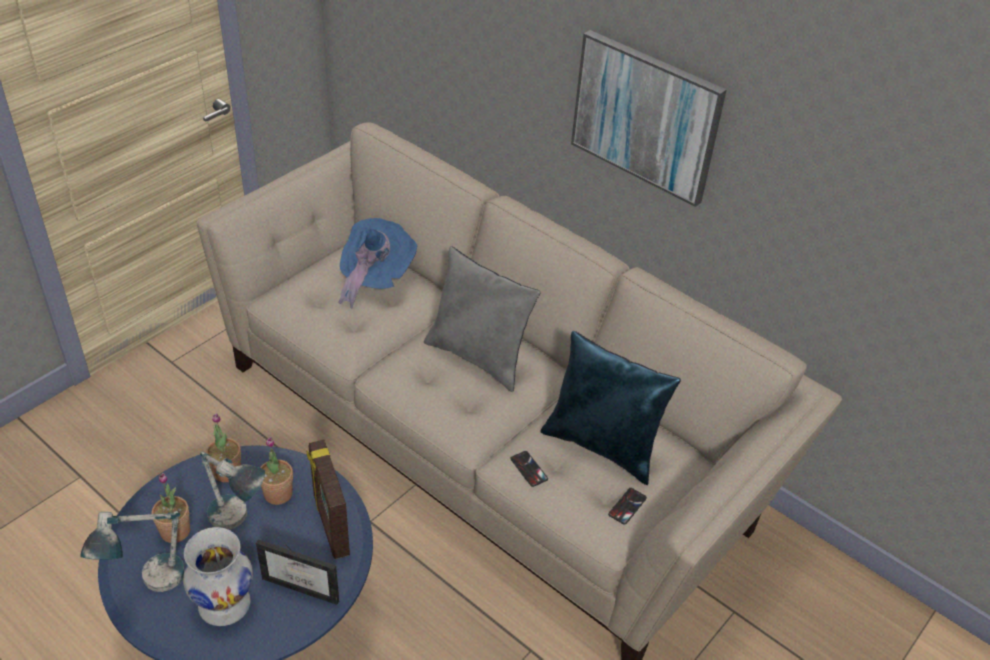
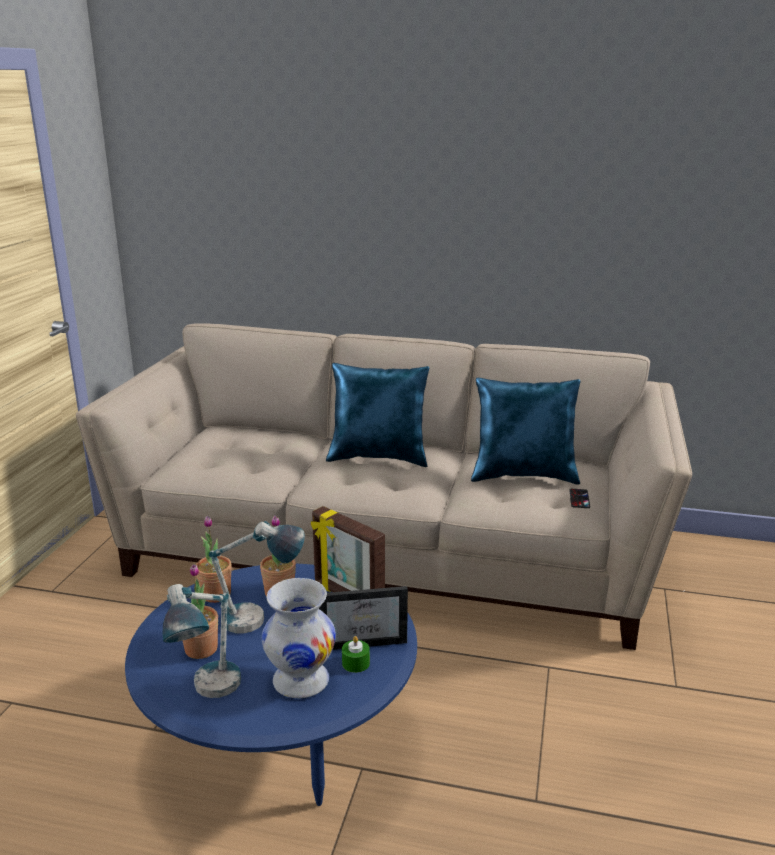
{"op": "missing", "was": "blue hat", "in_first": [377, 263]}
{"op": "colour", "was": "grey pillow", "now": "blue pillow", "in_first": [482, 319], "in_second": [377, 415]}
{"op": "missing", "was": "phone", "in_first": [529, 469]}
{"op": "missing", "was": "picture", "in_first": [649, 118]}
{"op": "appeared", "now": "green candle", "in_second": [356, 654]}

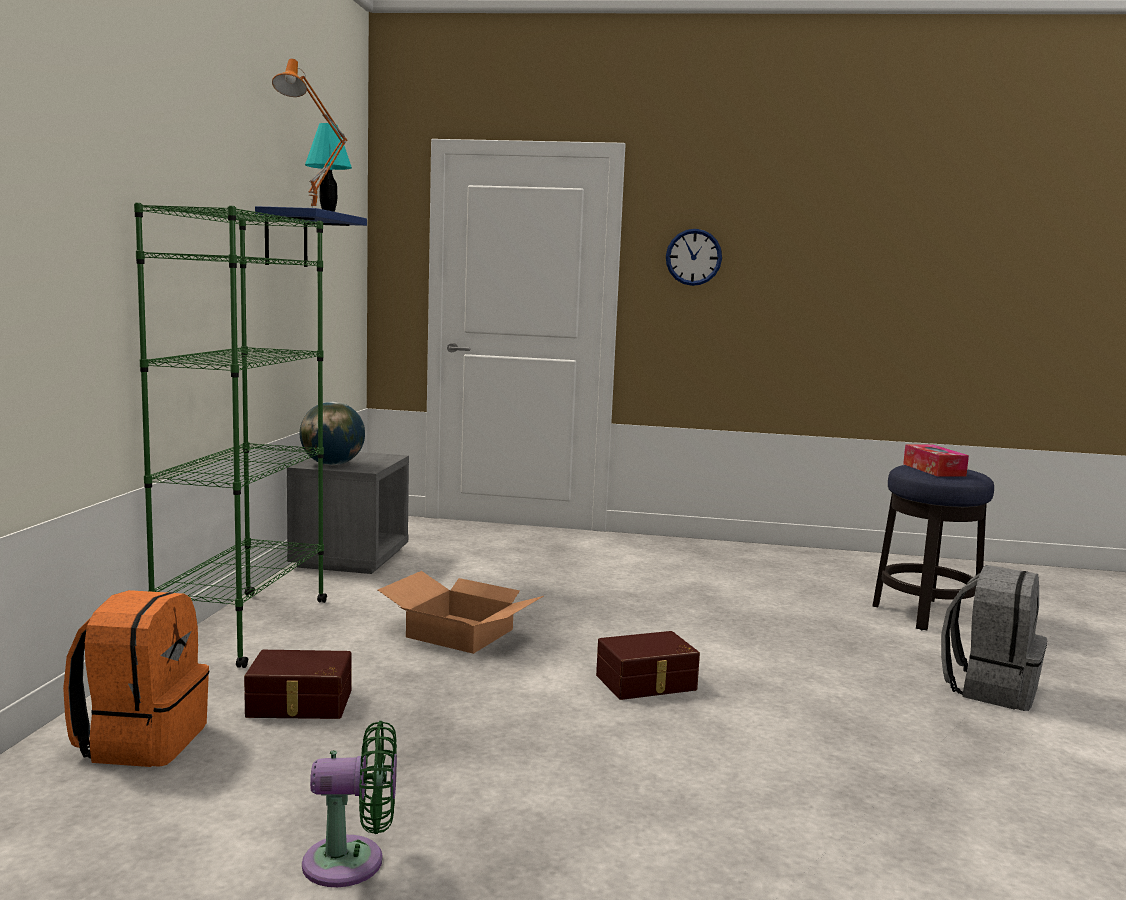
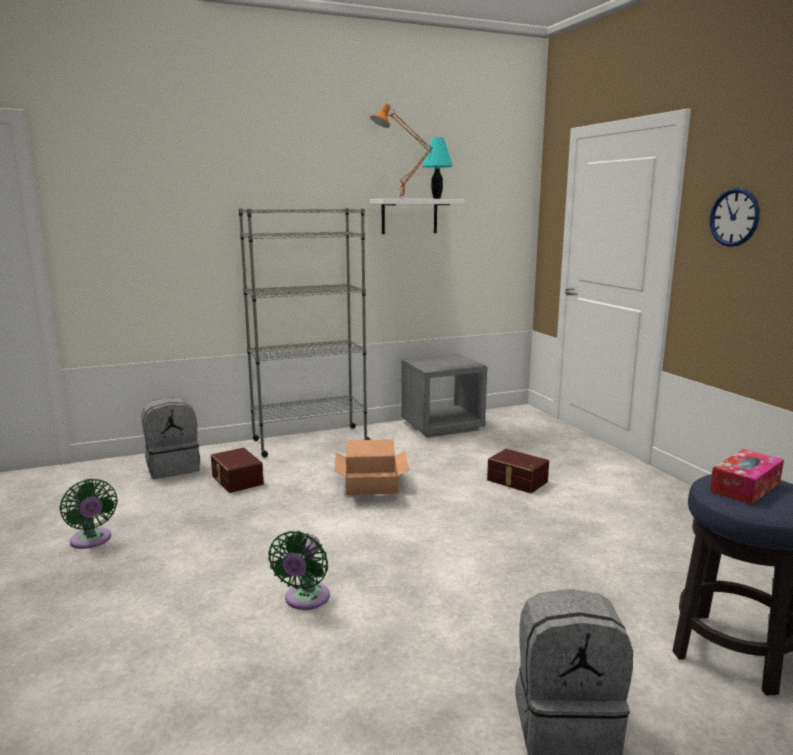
{"op": "colour", "was": "orange backpack", "now": "grey backpack", "in_first": [136, 678], "in_second": [170, 438]}
{"op": "colour", "was": "green bookcase", "now": "grey bookcase", "in_first": [230, 435], "in_second": [304, 332]}
{"op": "colour", "was": "blue shelf", "now": "white shelf", "in_first": [311, 236], "in_second": [417, 216]}
{"op": "missing", "was": "globe", "in_first": [332, 433]}
{"op": "relocated", "was": "brown storage box", "in_first": [648, 665], "in_second": [518, 471]}
{"op": "appeared", "now": "green fan", "in_second": [299, 570]}

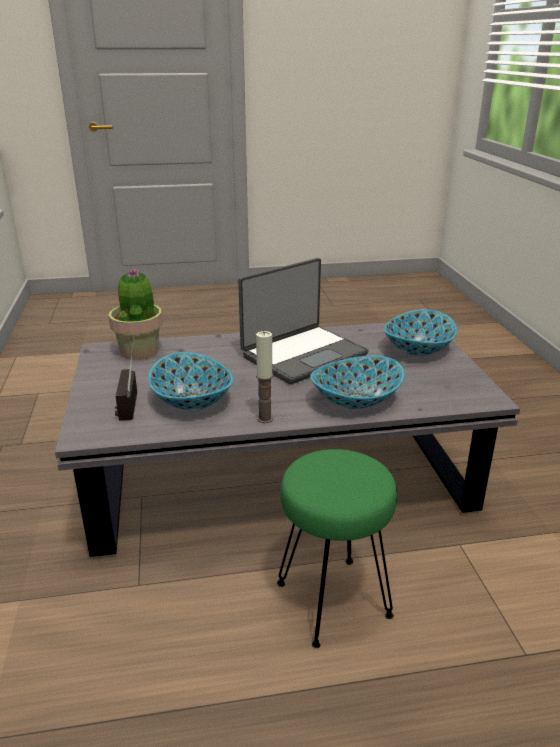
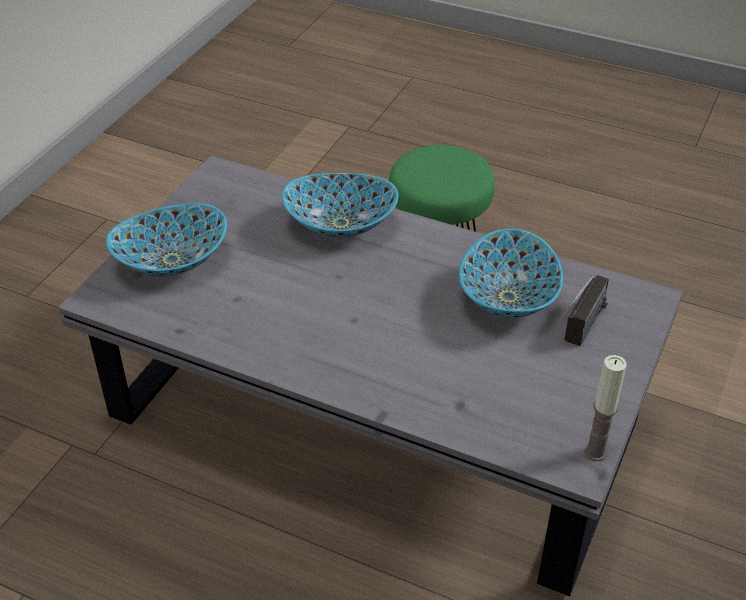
{"op": "missing", "was": "potted plant", "in_first": [136, 314]}
{"op": "missing", "was": "laptop", "in_first": [303, 321]}
{"op": "relocated", "was": "candle", "in_first": [264, 377], "in_second": [605, 408]}

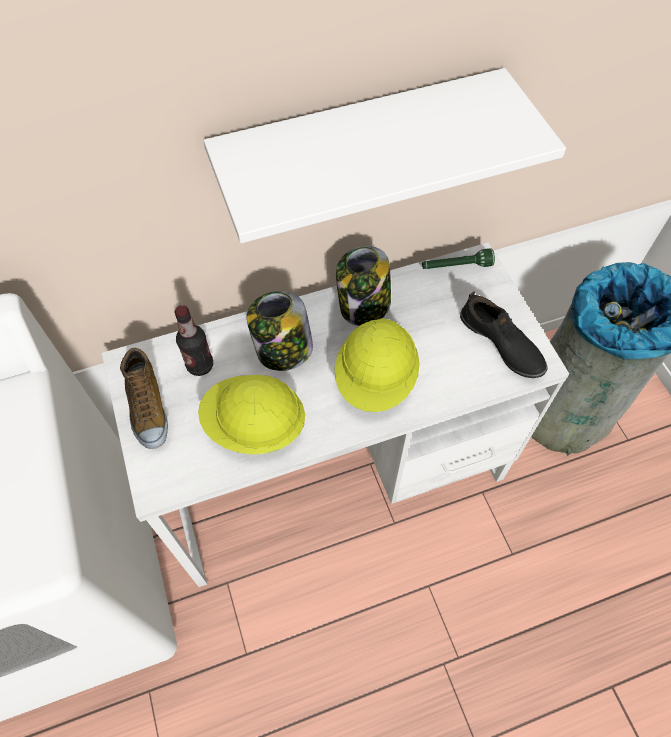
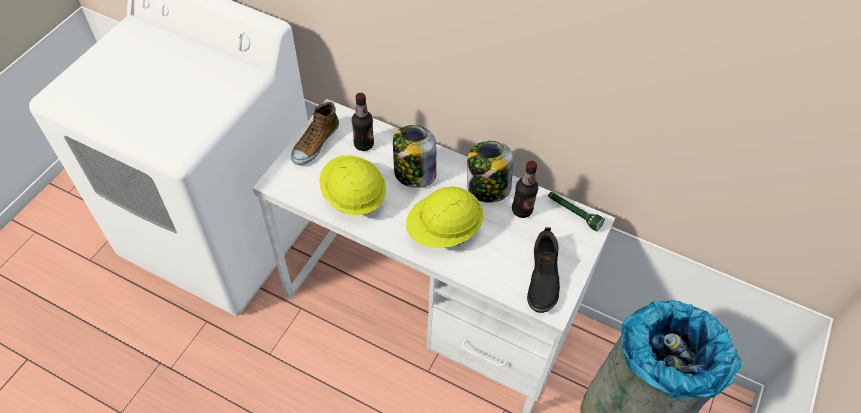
{"op": "missing", "was": "white shelf", "in_first": [385, 155]}
{"op": "appeared", "now": "bottle", "in_second": [525, 189]}

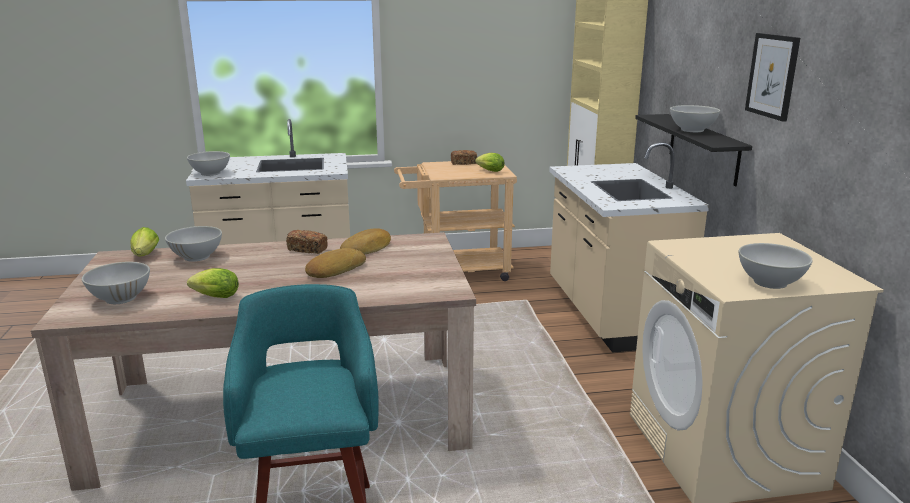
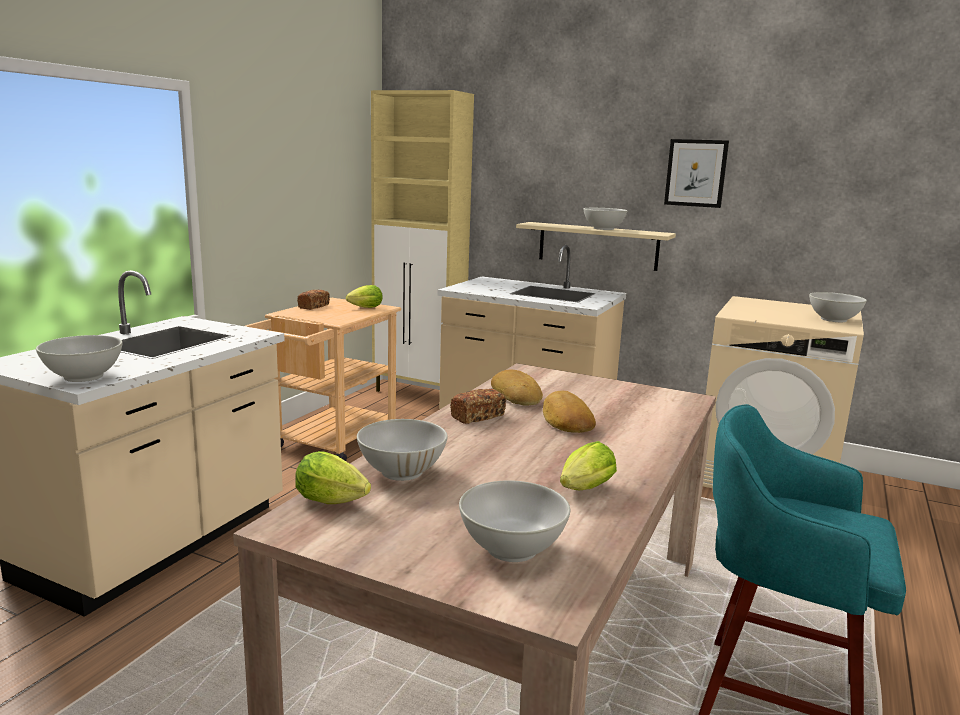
{"op": "colour", "was": "black shelf", "now": "beige shelf", "in_first": [693, 150], "in_second": [596, 246]}

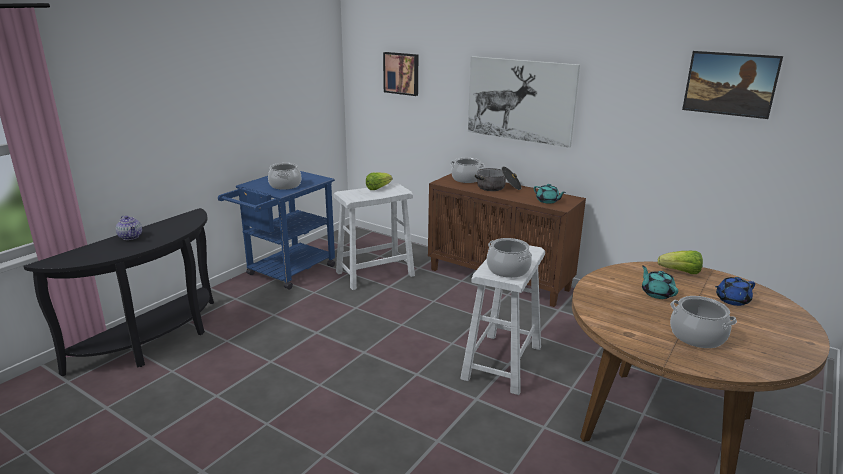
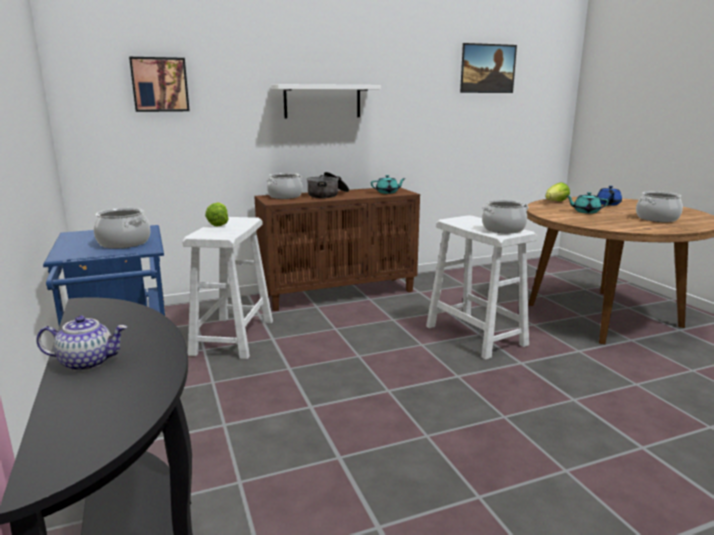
{"op": "exchanged", "was": "picture", "now": "white shelf", "in_first": [524, 102], "in_second": [326, 101]}

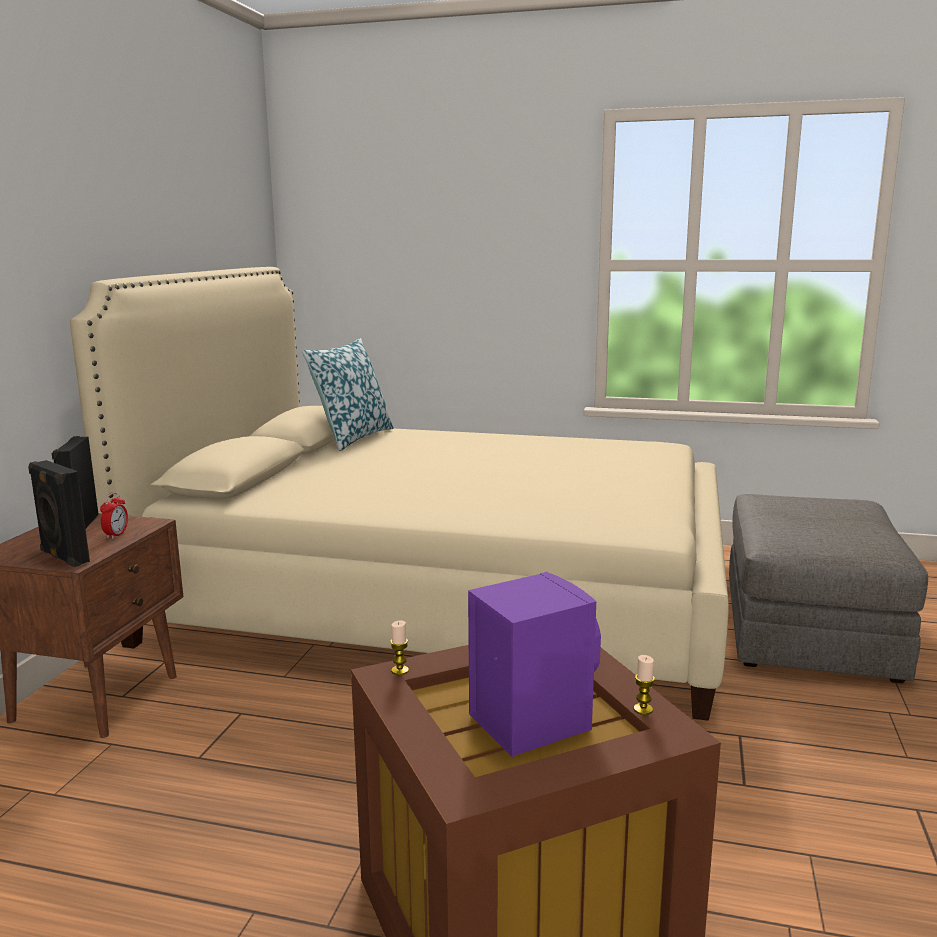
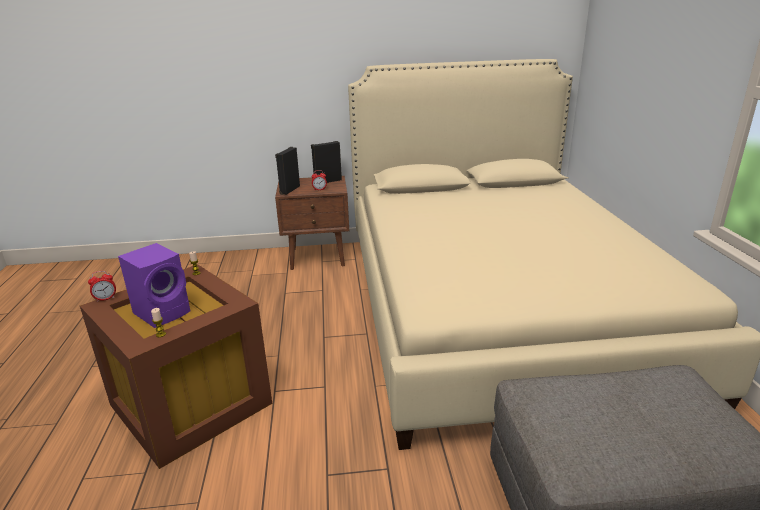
{"op": "missing", "was": "pillow", "in_first": [348, 394]}
{"op": "appeared", "now": "alarm clock", "in_second": [102, 286]}

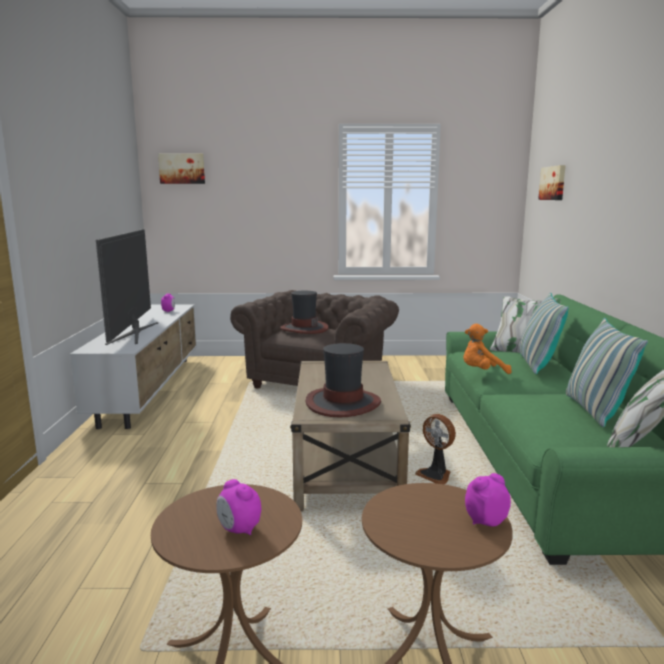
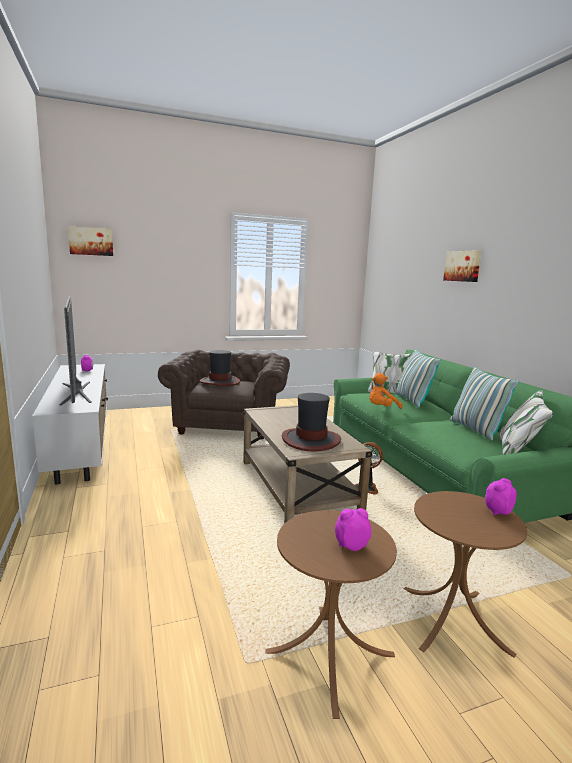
{"op": "spun", "was": "alarm clock", "in_first": [238, 507], "in_second": [353, 529], "clockwise": 150}
{"op": "relocated", "was": "picture", "in_first": [552, 182], "in_second": [462, 266]}

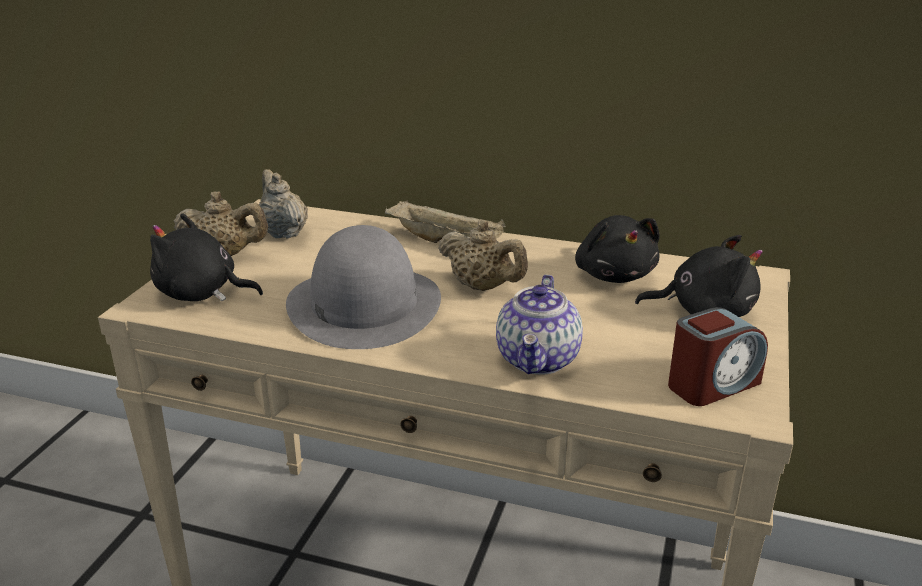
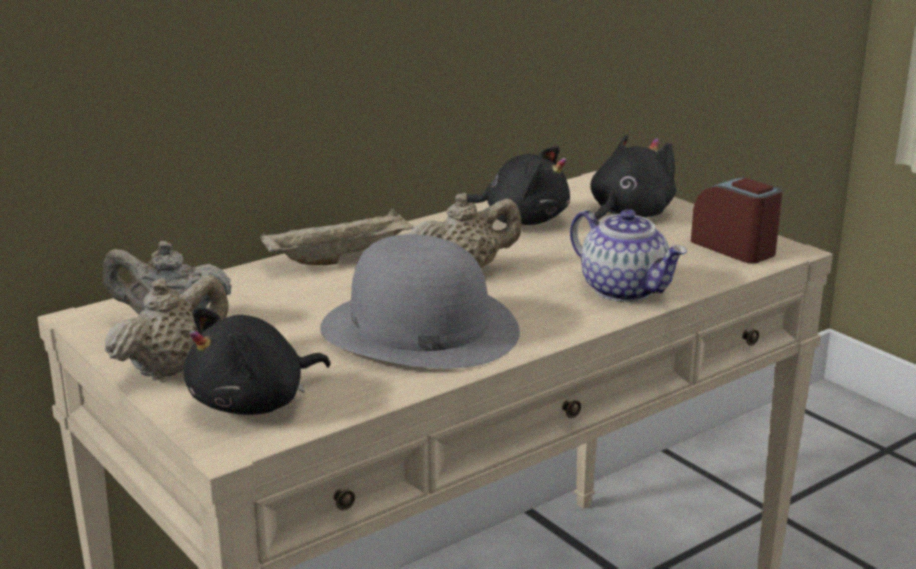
{"op": "spun", "was": "alarm clock", "in_first": [718, 356], "in_second": [737, 220], "clockwise": -45}

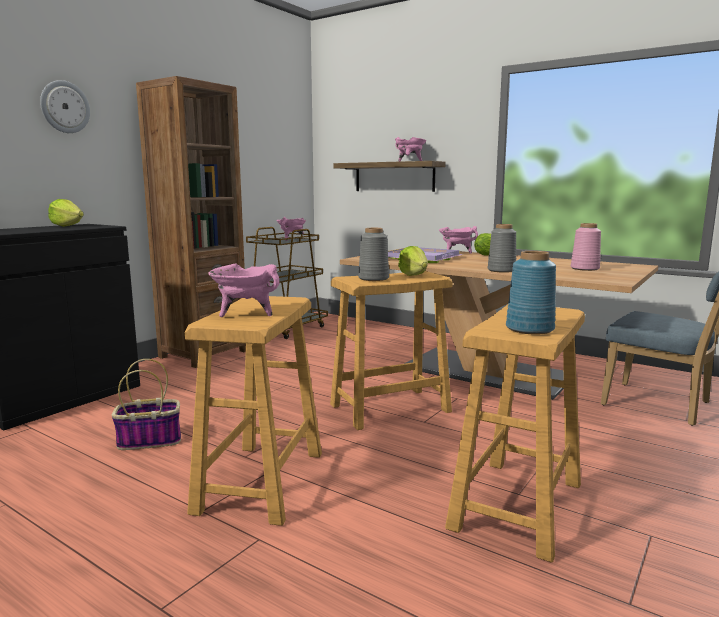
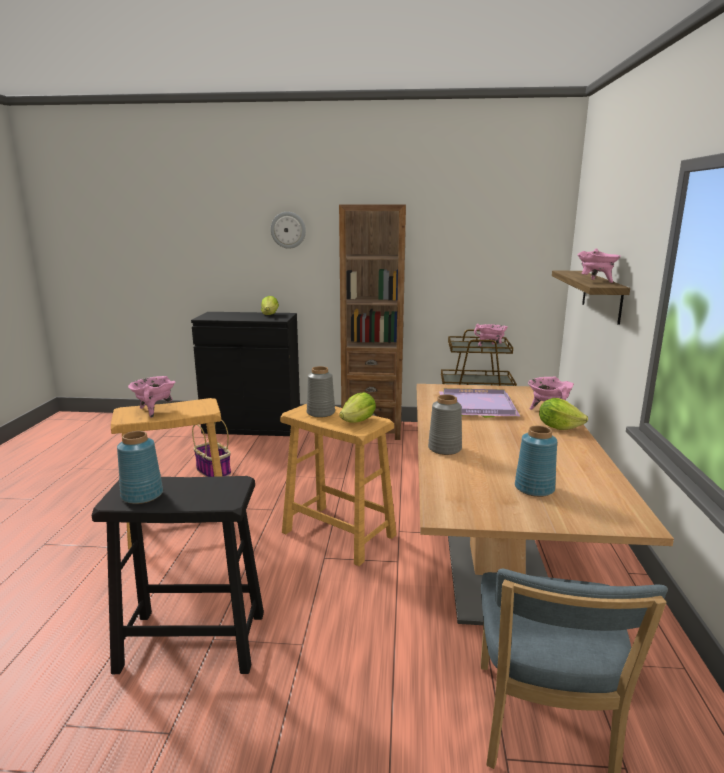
{"op": "colour", "was": "beige stool", "now": "black stool", "in_first": [515, 434], "in_second": [178, 575]}
{"op": "colour", "was": "pink vase", "now": "blue vase", "in_first": [586, 247], "in_second": [536, 461]}

